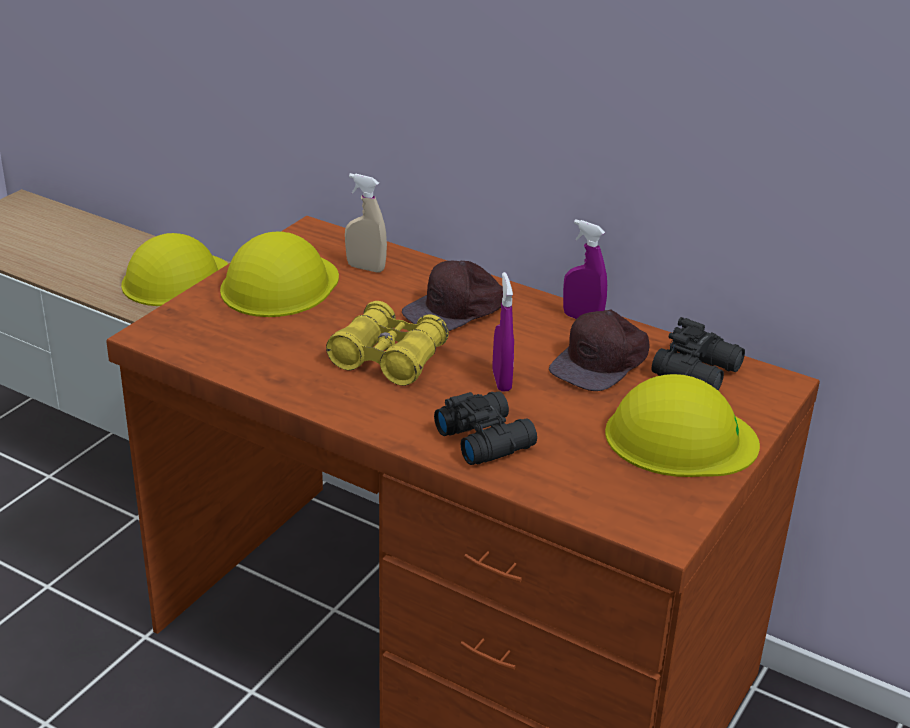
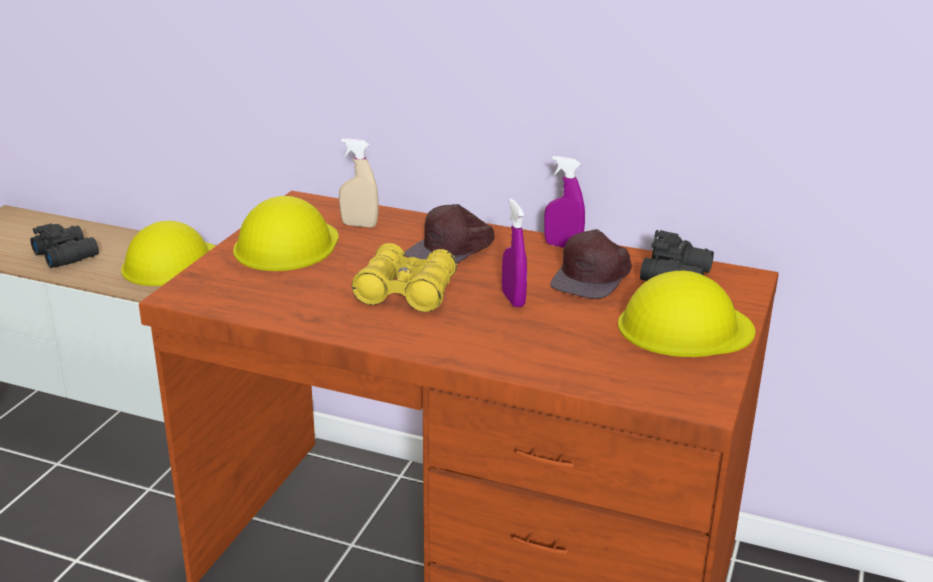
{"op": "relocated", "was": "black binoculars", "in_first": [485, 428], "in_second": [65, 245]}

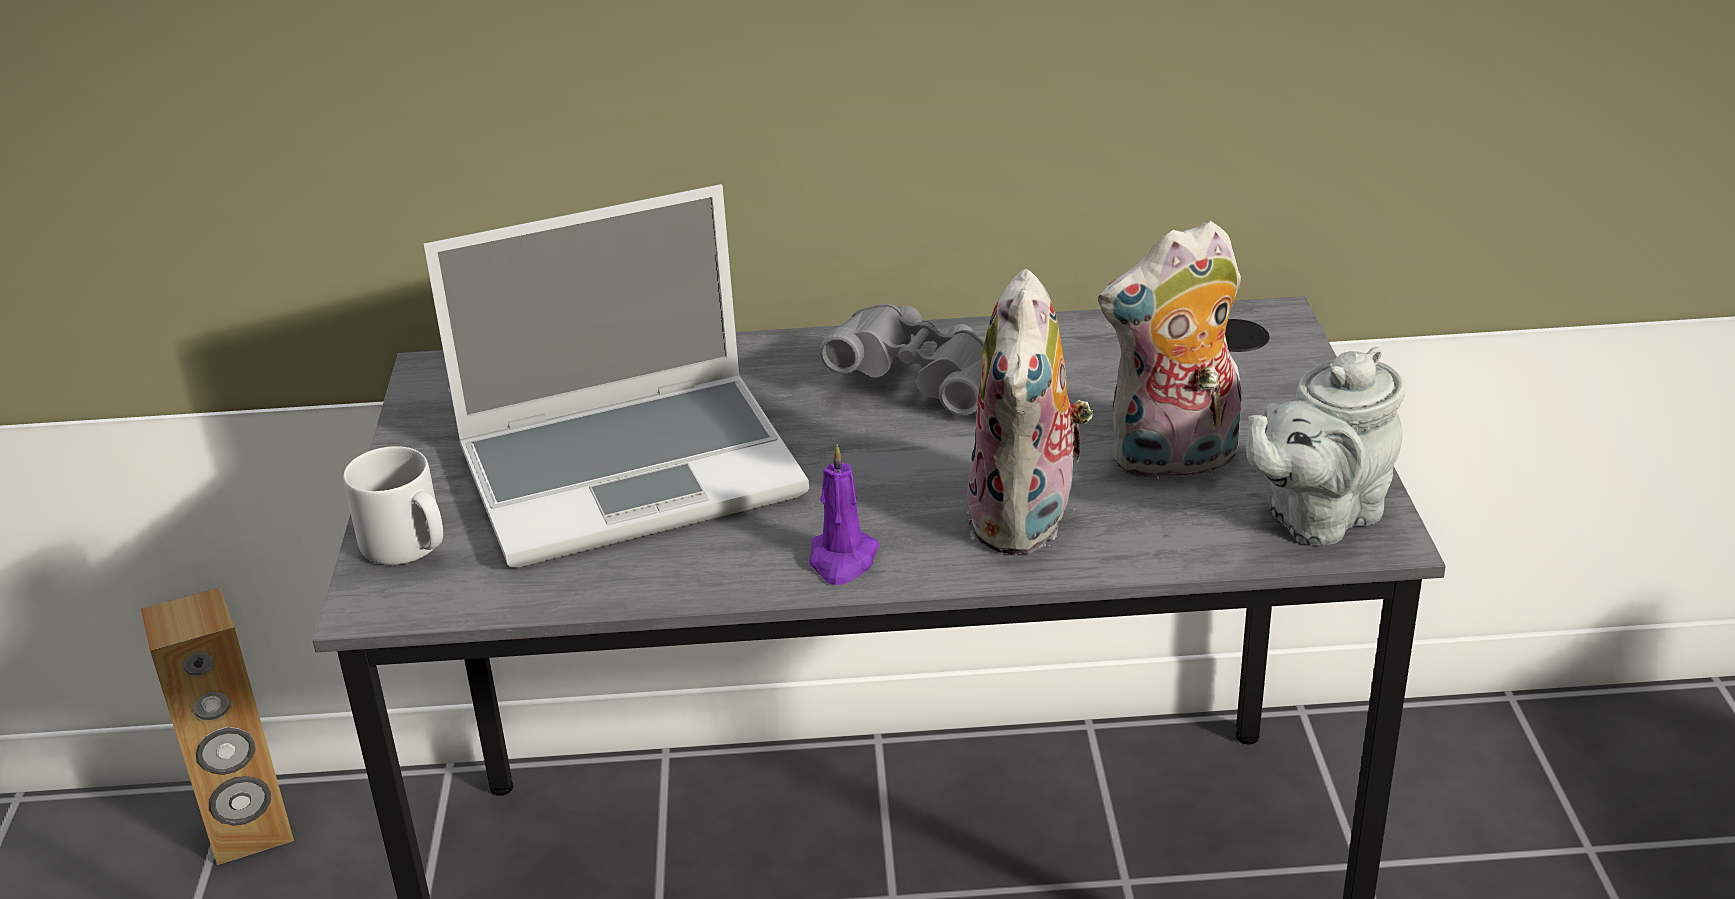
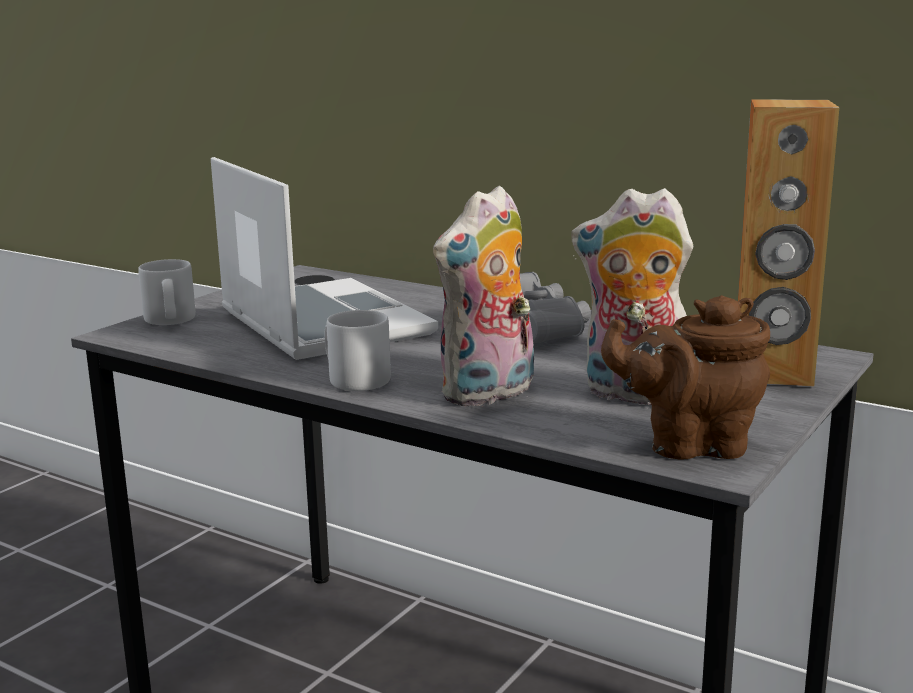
{"op": "relocated", "was": "brown speaker", "in_first": [217, 726], "in_second": [788, 243]}
{"op": "spun", "was": "laptop", "in_first": [616, 375], "in_second": [324, 258], "clockwise": -135}
{"op": "exchanged", "was": "purple candle", "now": "grey mug", "in_first": [844, 514], "in_second": [358, 350]}
{"op": "colour", "was": "grey teapot", "now": "brown teapot", "in_first": [1326, 446], "in_second": [685, 377]}

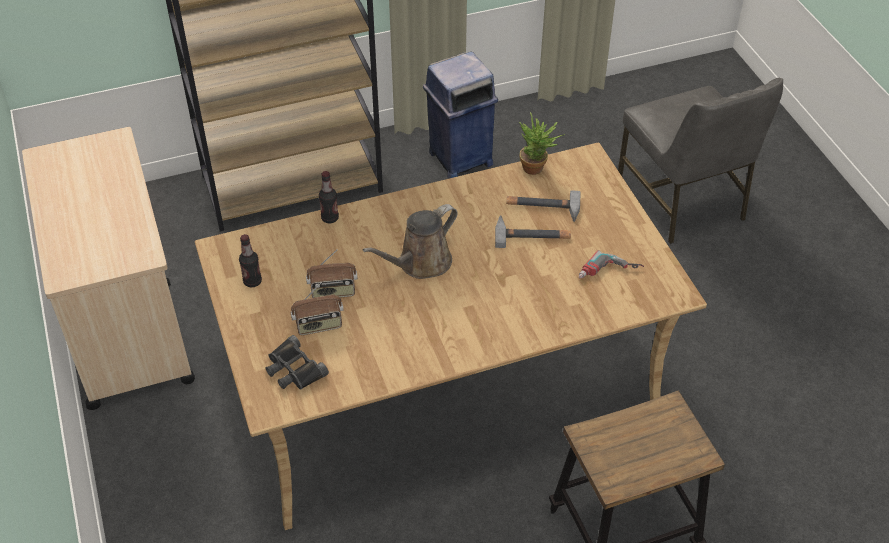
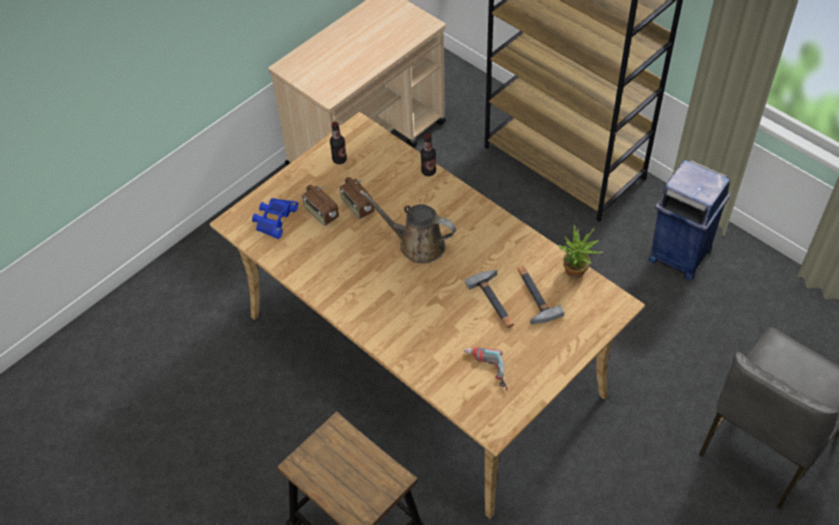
{"op": "colour", "was": "black binoculars", "now": "blue binoculars", "in_first": [297, 362], "in_second": [275, 218]}

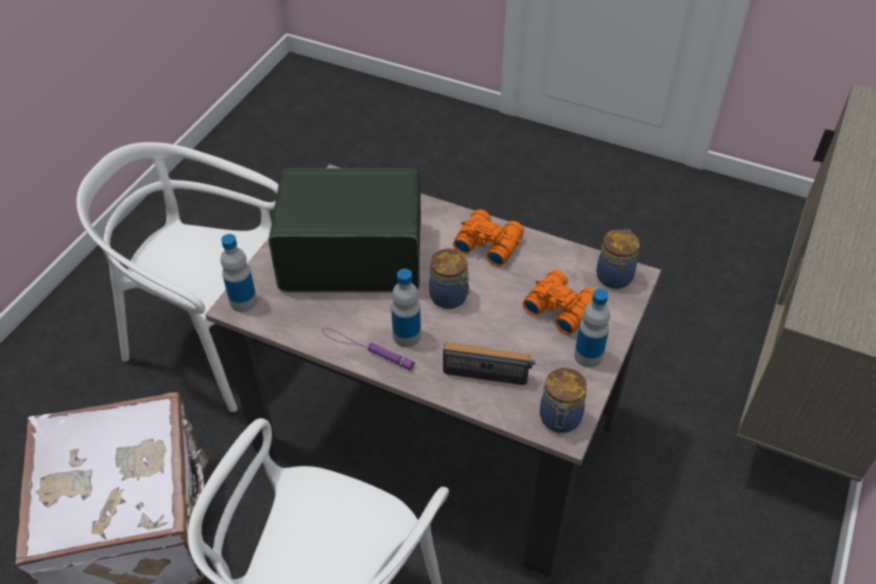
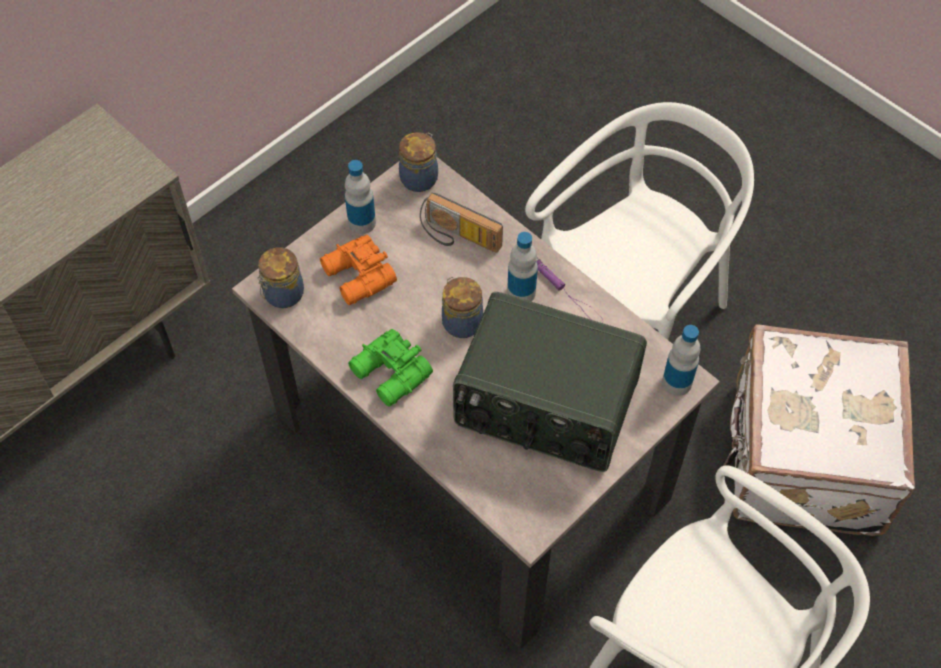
{"op": "colour", "was": "orange binoculars", "now": "green binoculars", "in_first": [488, 238], "in_second": [390, 368]}

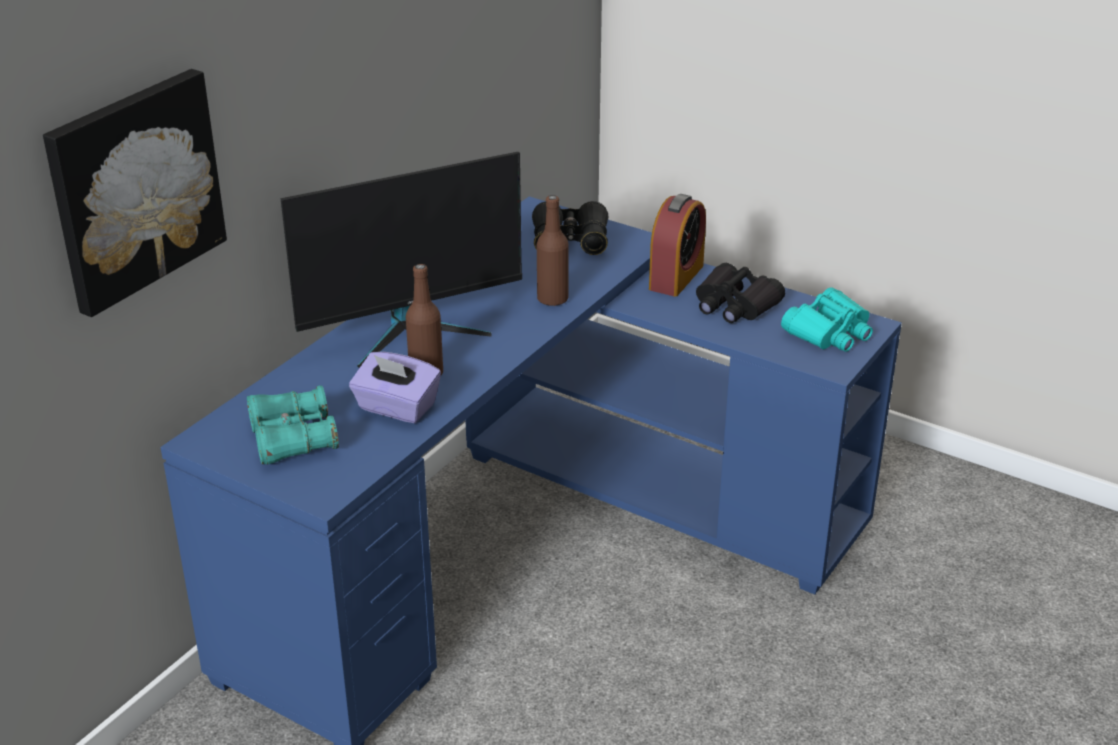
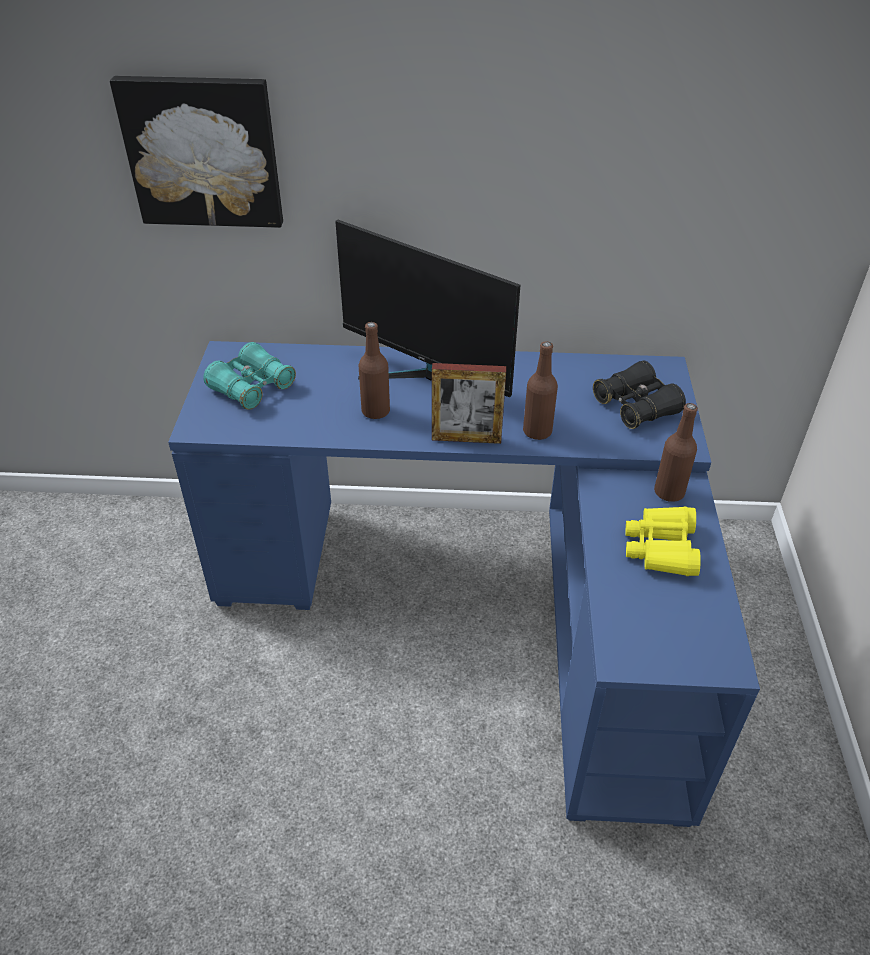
{"op": "missing", "was": "purple tissue box", "in_first": [395, 387]}
{"op": "exchanged", "was": "alarm clock", "now": "brown bottle", "in_first": [677, 245], "in_second": [676, 452]}
{"op": "colour", "was": "black binoculars", "now": "yellow binoculars", "in_first": [740, 293], "in_second": [663, 541]}
{"op": "missing", "was": "turquoise binoculars", "in_first": [827, 319]}
{"op": "appeared", "now": "picture frame", "in_second": [469, 403]}

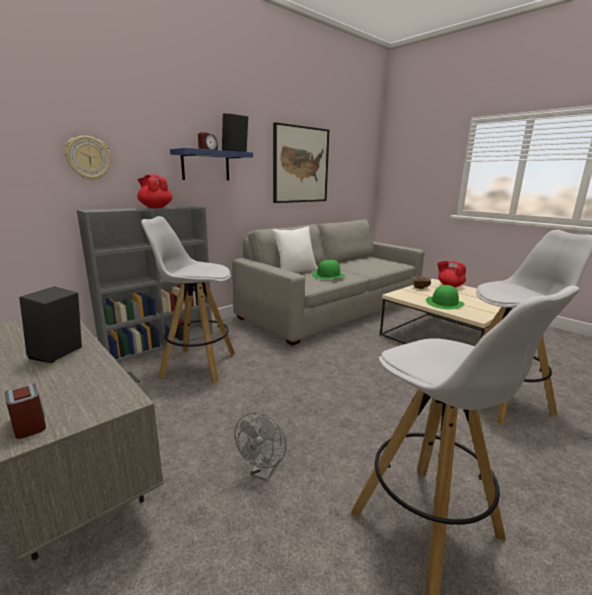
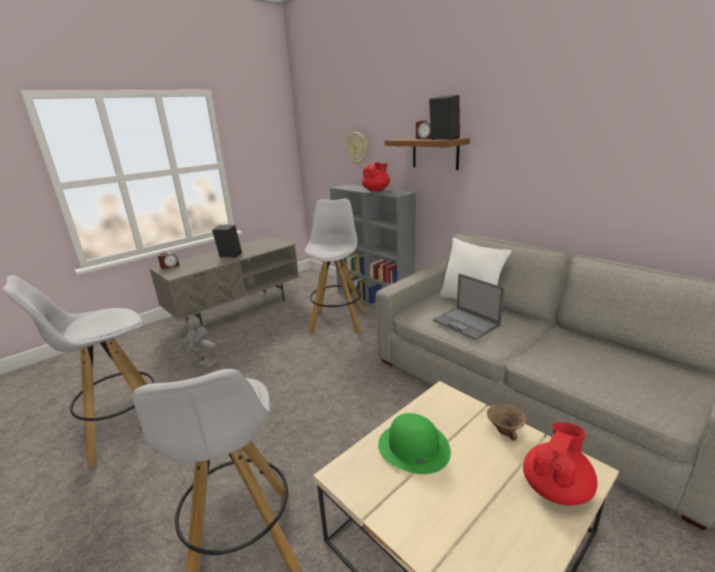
{"op": "colour", "was": "blue shelf", "now": "brown shelf", "in_first": [211, 164], "in_second": [427, 154]}
{"op": "missing", "was": "picture", "in_first": [301, 162]}
{"op": "exchanged", "was": "green hat", "now": "laptop", "in_first": [328, 269], "in_second": [468, 307]}

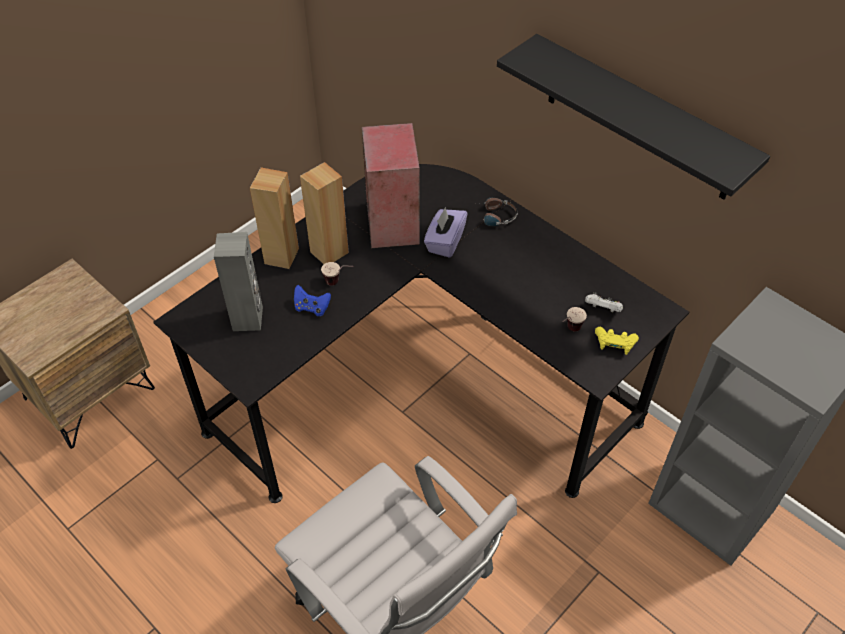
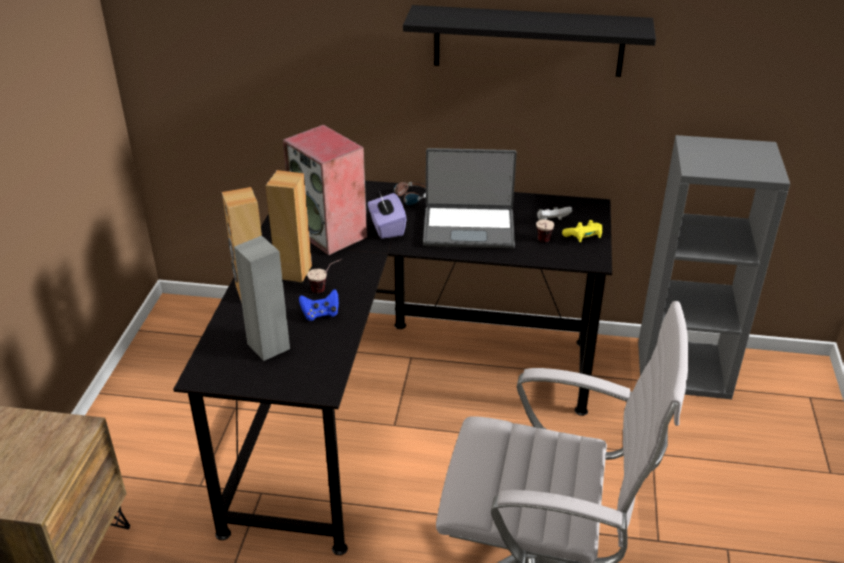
{"op": "appeared", "now": "laptop", "in_second": [470, 198]}

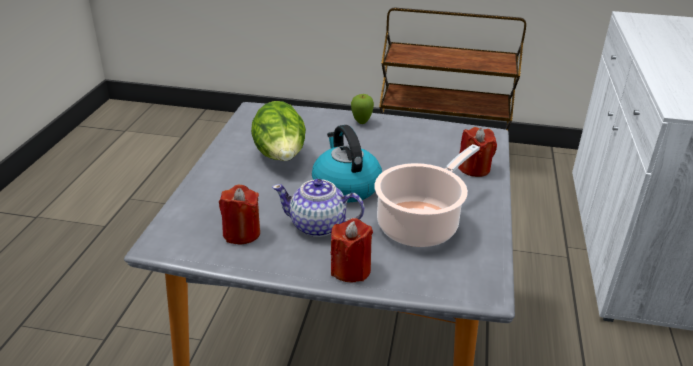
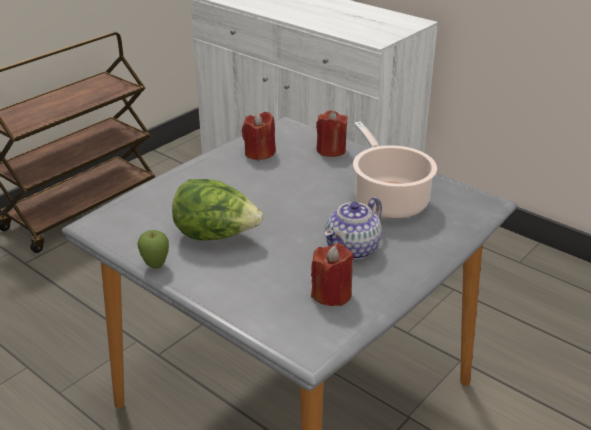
{"op": "missing", "was": "kettle", "in_first": [347, 163]}
{"op": "relocated", "was": "red candle", "in_first": [352, 250], "in_second": [259, 136]}
{"op": "relocated", "was": "apple", "in_first": [362, 109], "in_second": [153, 249]}

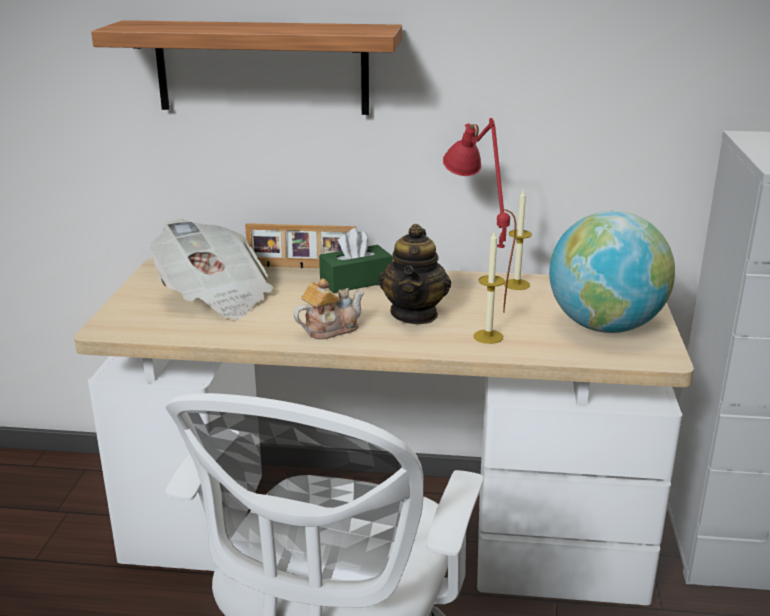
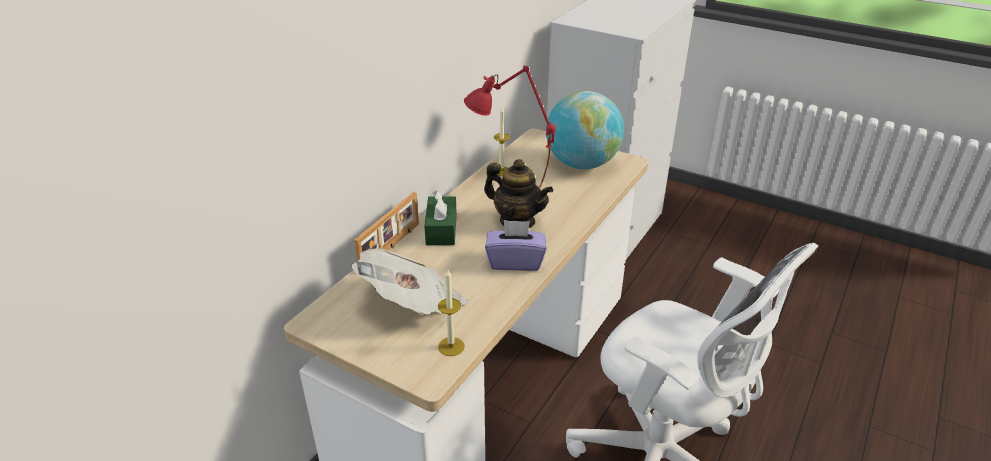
{"op": "missing", "was": "shelf", "in_first": [246, 67]}
{"op": "exchanged", "was": "teapot", "now": "purple tissue box", "in_first": [328, 308], "in_second": [516, 245]}
{"op": "relocated", "was": "candle", "in_first": [489, 288], "in_second": [451, 312]}

